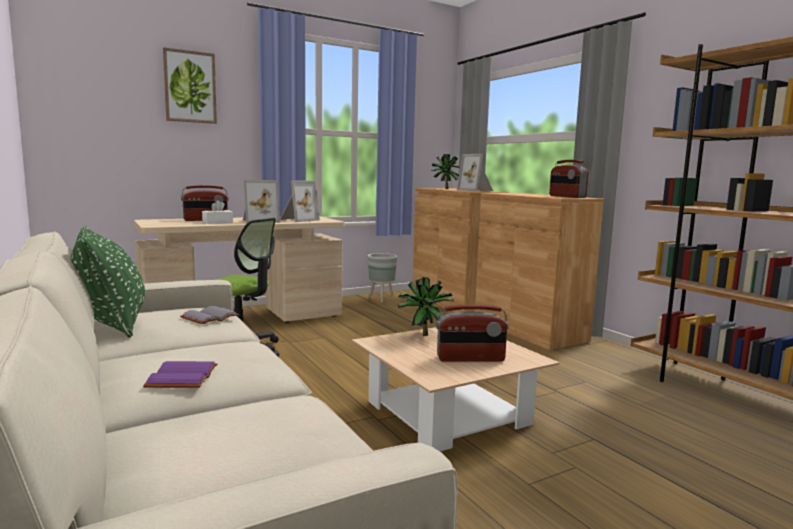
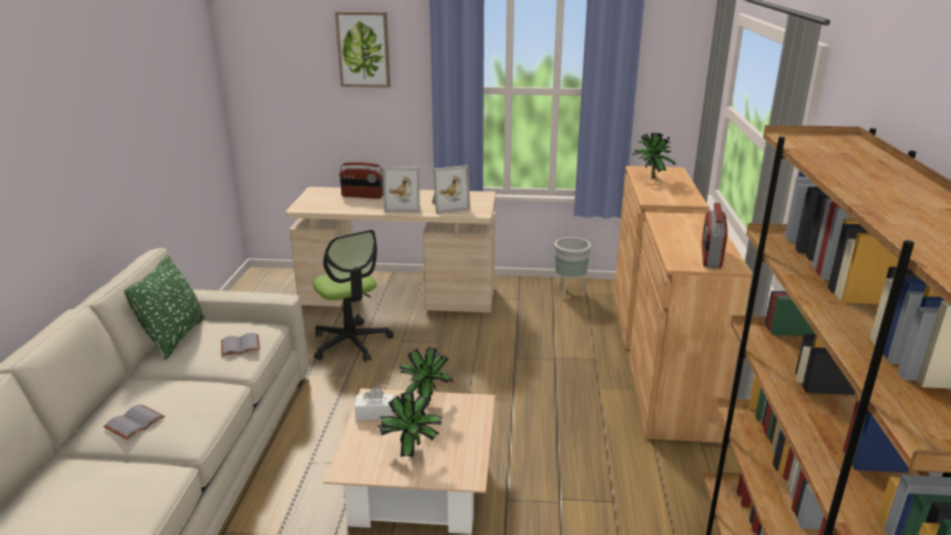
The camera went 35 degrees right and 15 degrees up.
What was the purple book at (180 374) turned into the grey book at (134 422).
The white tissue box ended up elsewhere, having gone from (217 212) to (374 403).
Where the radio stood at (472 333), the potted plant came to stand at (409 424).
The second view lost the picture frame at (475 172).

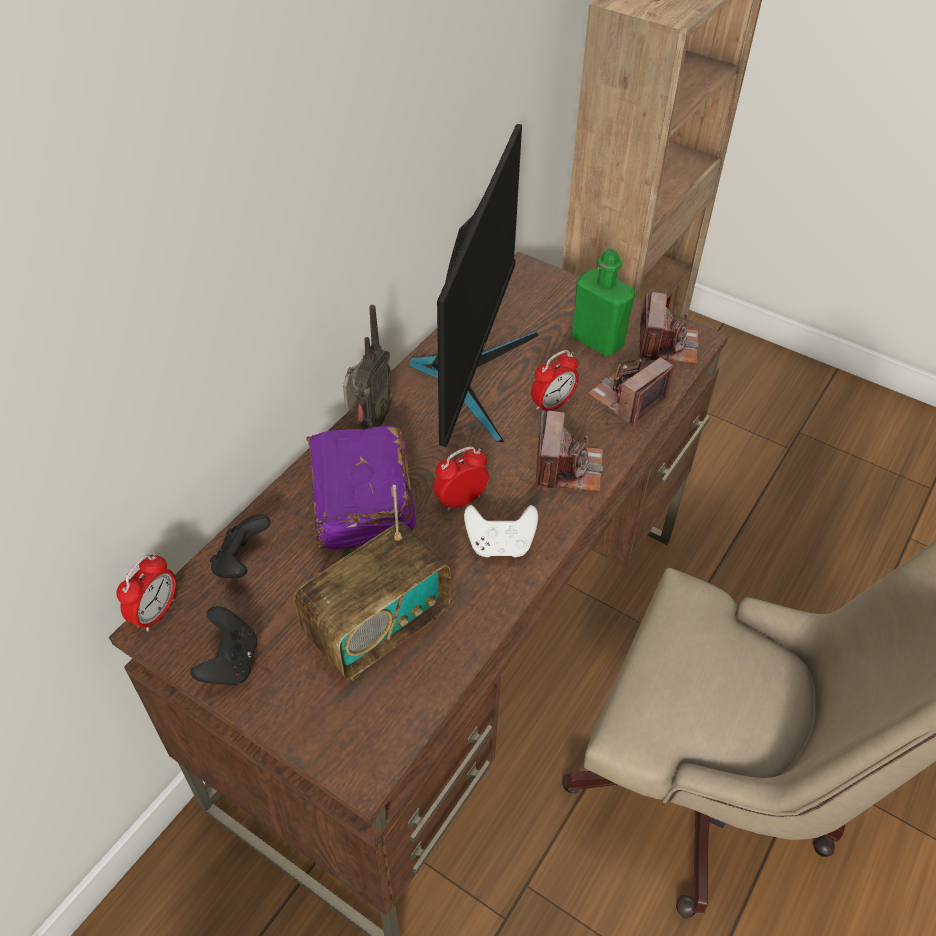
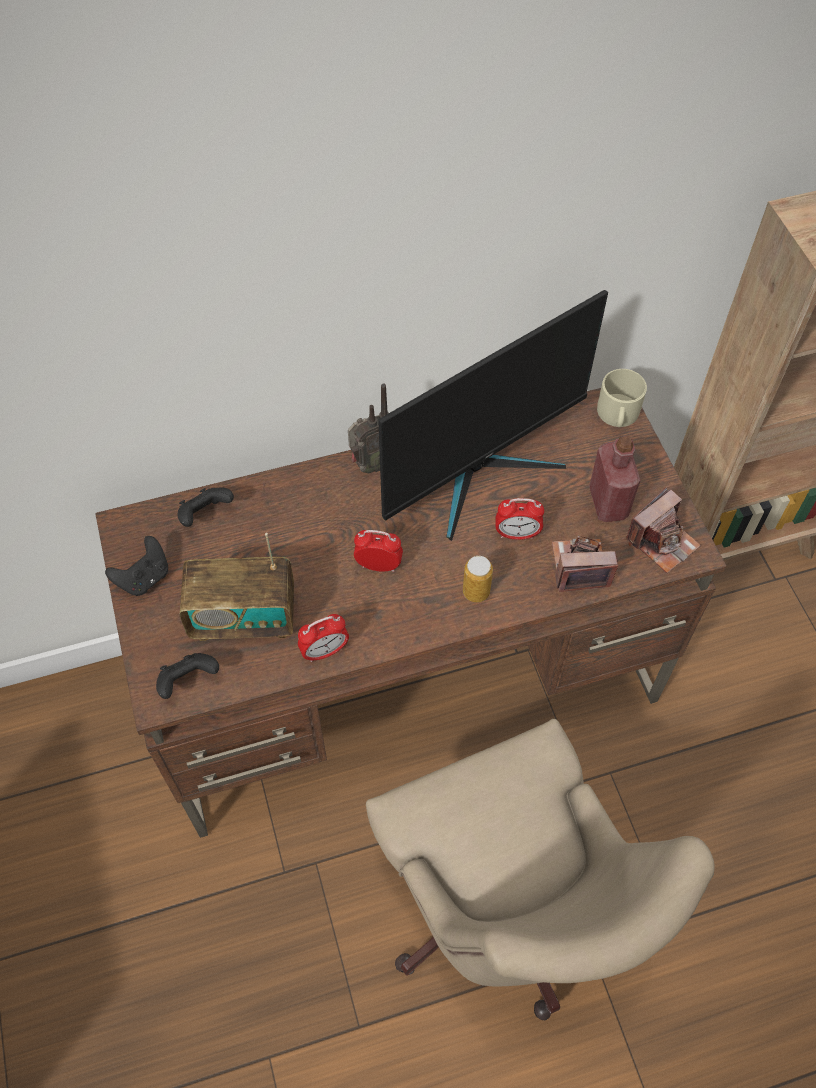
The camera went 40 degrees right and 10 degrees up.
The second view gained the black game controller at (187 676).
The alarm clock ended up elsewhere, having gone from (146 592) to (323 638).
Where the photo camera stood at (569 451), the can came to stand at (478 579).
What was the green bottle at (603 302) turned into the red bottle at (615 479).
The second view gained the beige mug at (622 398).
The second view lost the purple book at (361 488).
The second view lost the white game controller at (501 531).

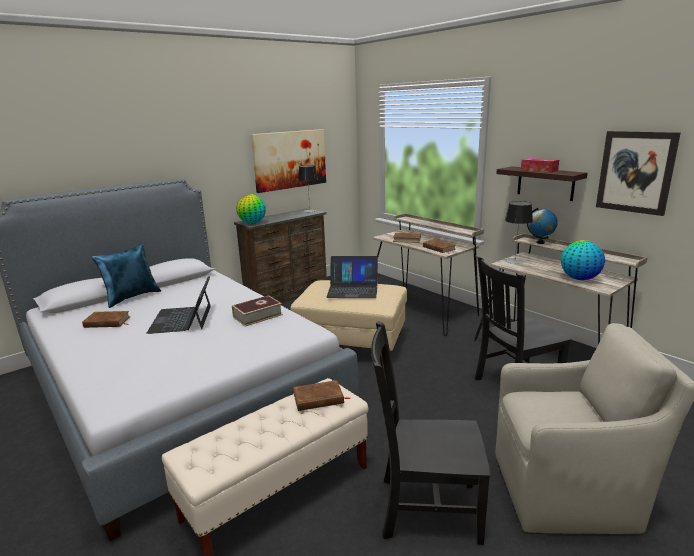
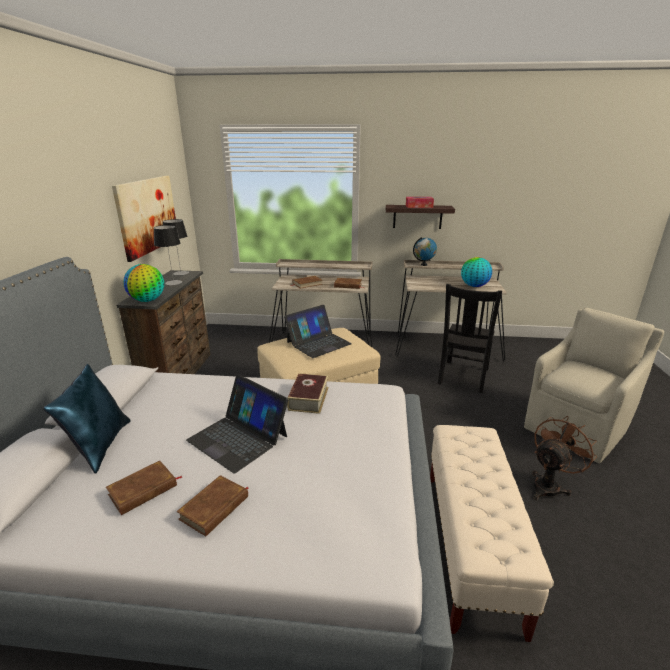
The camera went 45 degrees left and 5 degrees up.
The table lamp ended up elsewhere, having gone from (519 232) to (168 255).
The brown book ended up elsewhere, having gone from (322 395) to (213 506).
Where the black chair stood at (431 433), the brown fan came to stand at (564 458).
The second view lost the picture at (638 173).

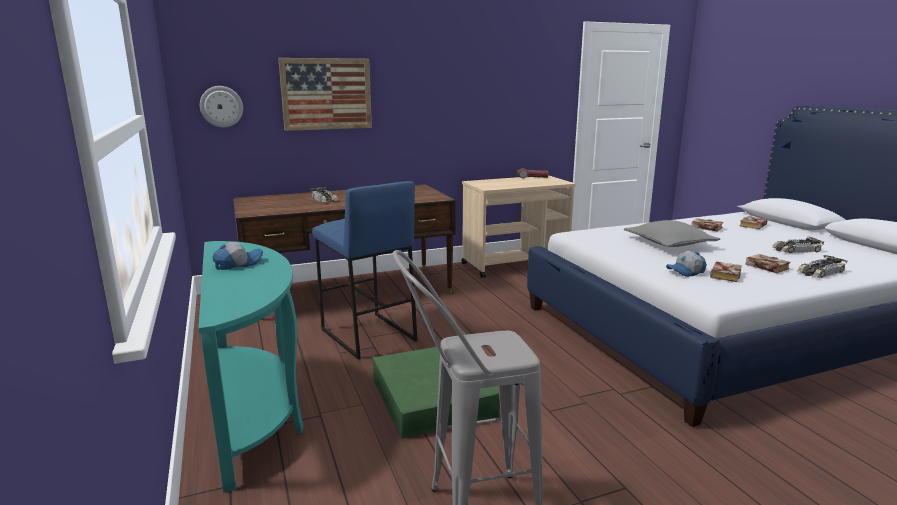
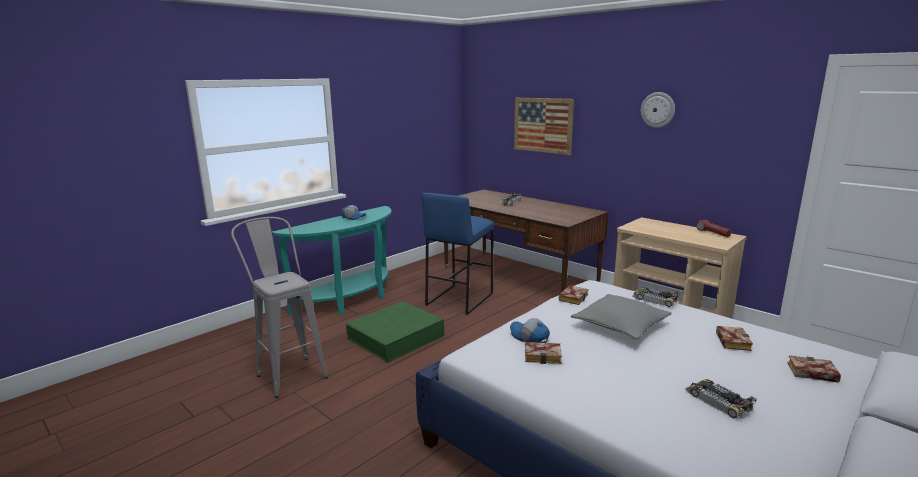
The camera went 65 degrees right and 0 degrees up.
The book ended up elsewhere, having gone from (768 263) to (574 295).
The toy car ended up elsewhere, having gone from (822 266) to (656 297).
The wall clock ended up elsewhere, having gone from (221 106) to (658 110).

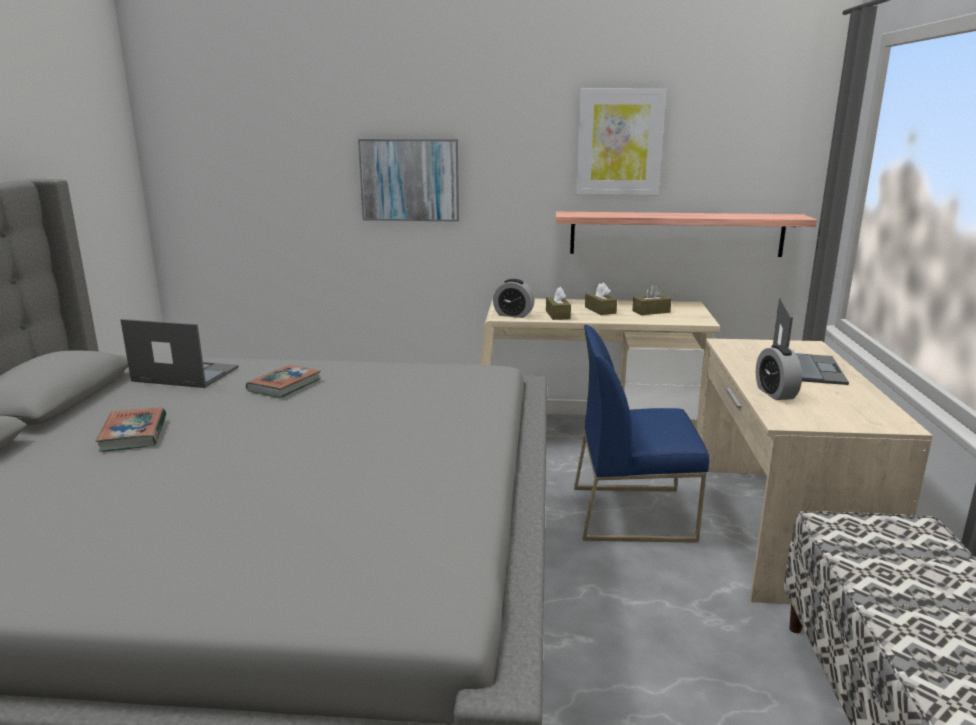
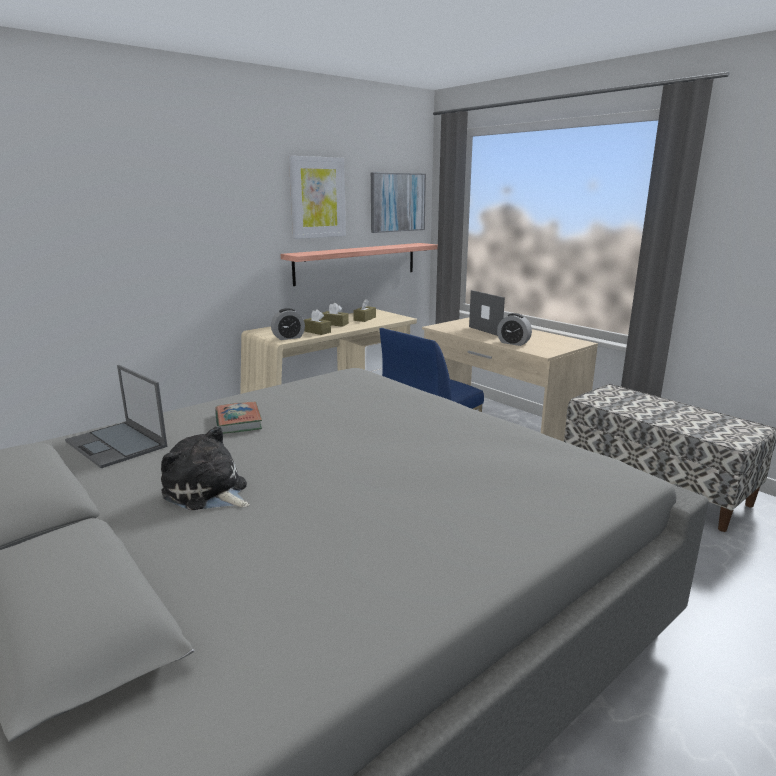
The camera went 45 degrees left and 0 degrees up.
The laptop at (180 353) ended up facing another way, 105 degrees counterclockwise from before.
Where the book stood at (130 430), the plush toy came to stand at (205 468).
The picture ended up elsewhere, having gone from (408 180) to (398 203).

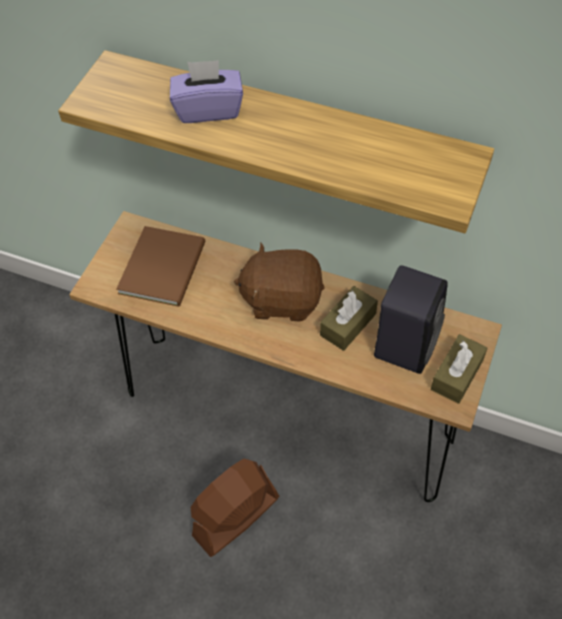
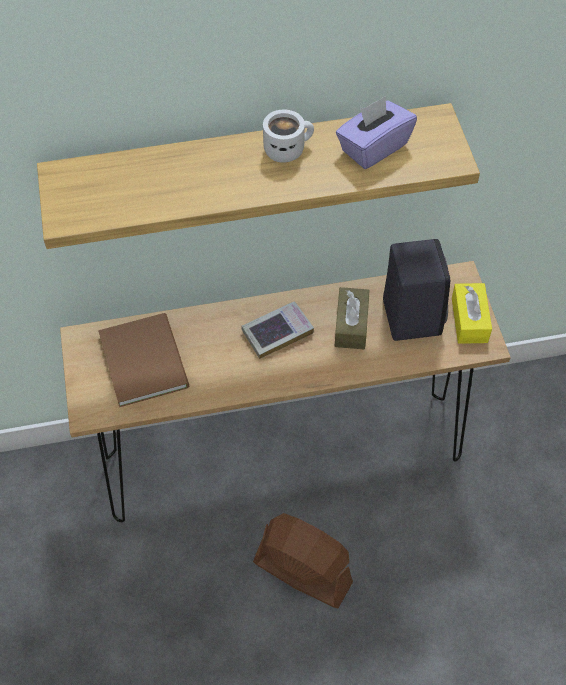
The camera went 35 degrees left and 0 degrees up.
Where the brown plush toy stood at (279 282), the book came to stand at (277 330).
The brown fan at (234 507) ended up facing another way, 105 degrees clockwise from before.
The second view gained the white mug at (288 136).
The purple tissue box ended up elsewhere, having gone from (206 91) to (376 133).
What was the brown tissue box at (459 369) turned into the yellow tissue box at (472 313).

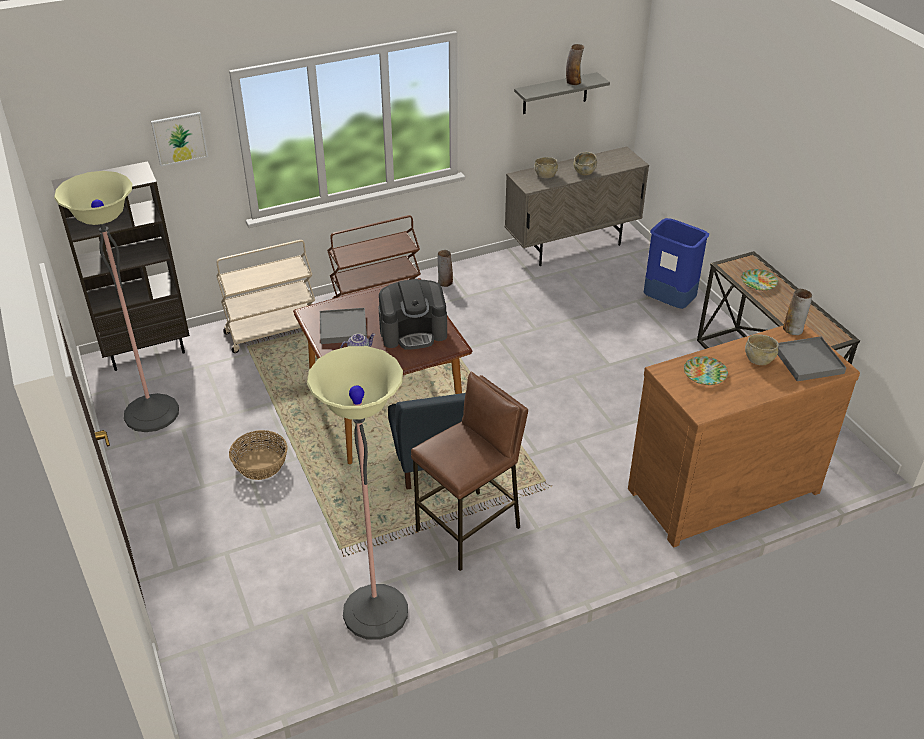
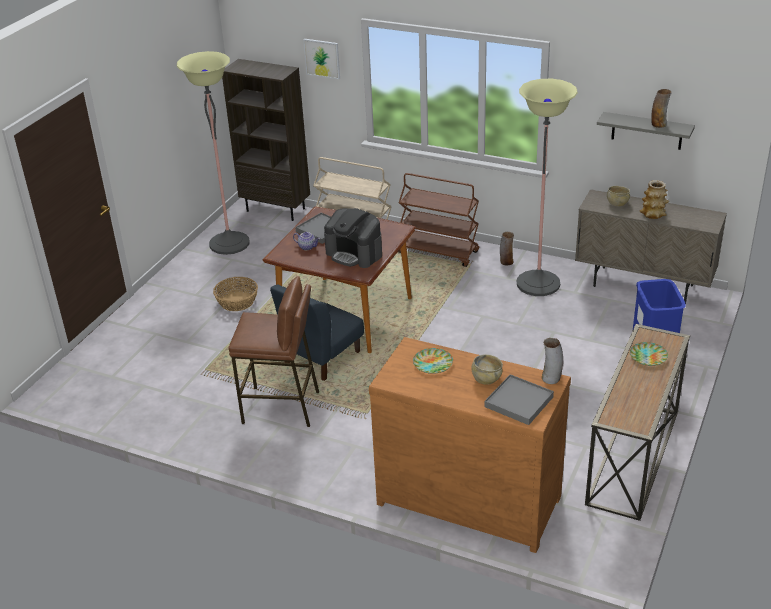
The camera went 50 degrees right and 5 degrees down.
The floor lamp ended up elsewhere, having gone from (357 493) to (547 187).
Where the beige bowl stood at (585 163), the vase came to stand at (654 199).

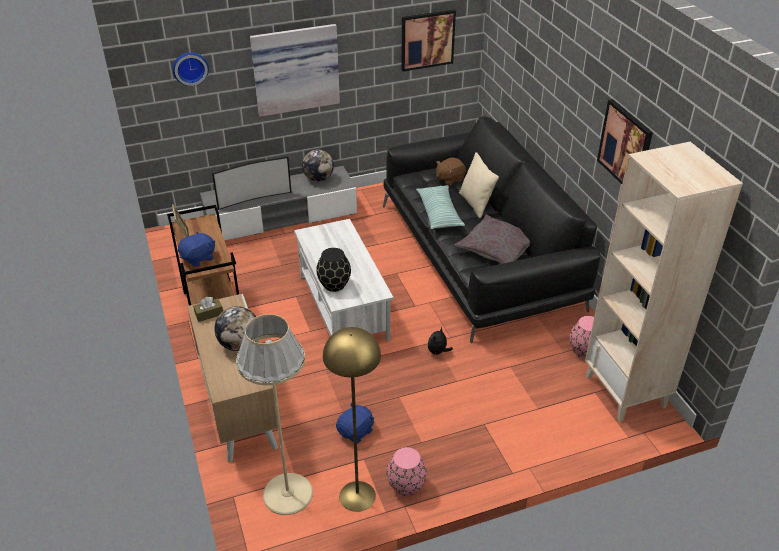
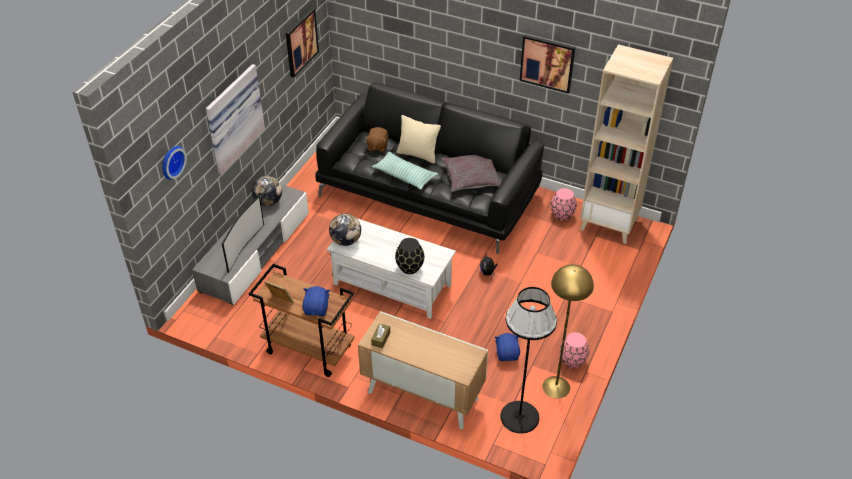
The camera went 45 degrees left and 5 degrees up.
The globe ended up elsewhere, having gone from (235 328) to (345 230).
What was the beige floor lamp at (274 414) turned into the black floor lamp at (528 360).

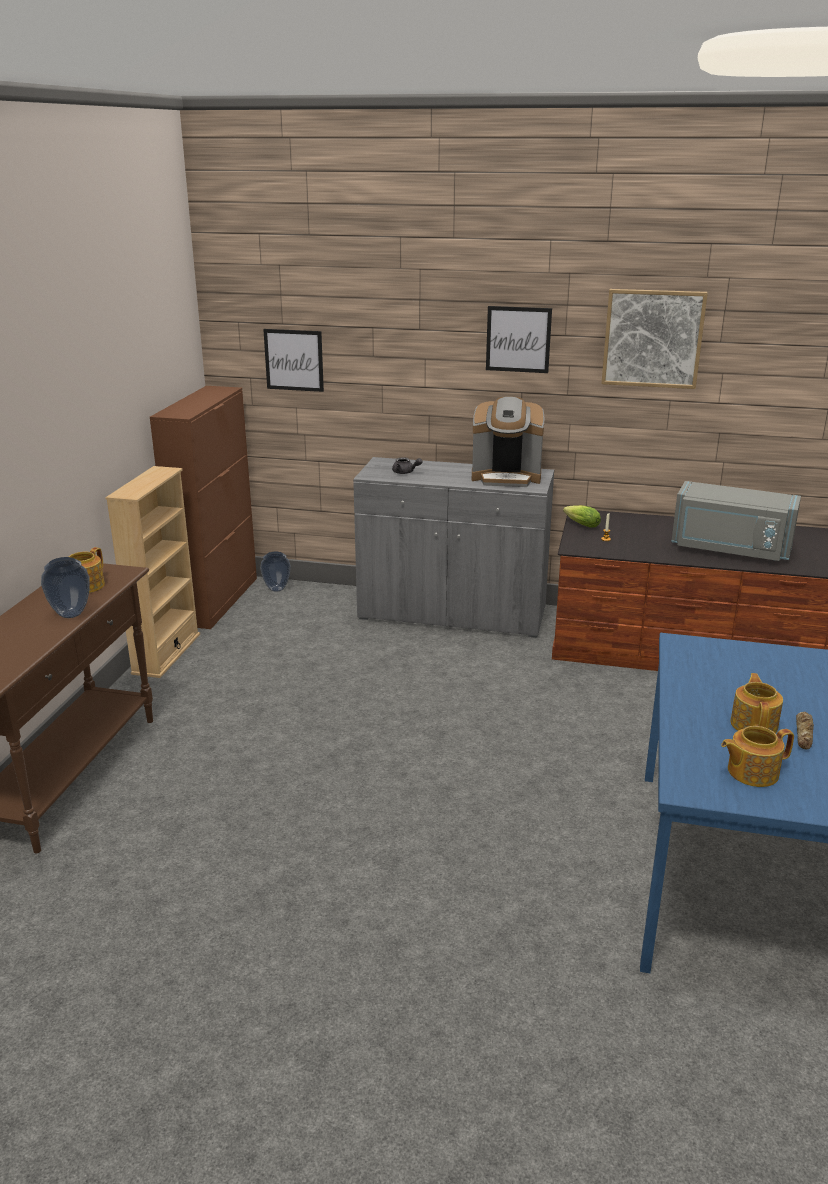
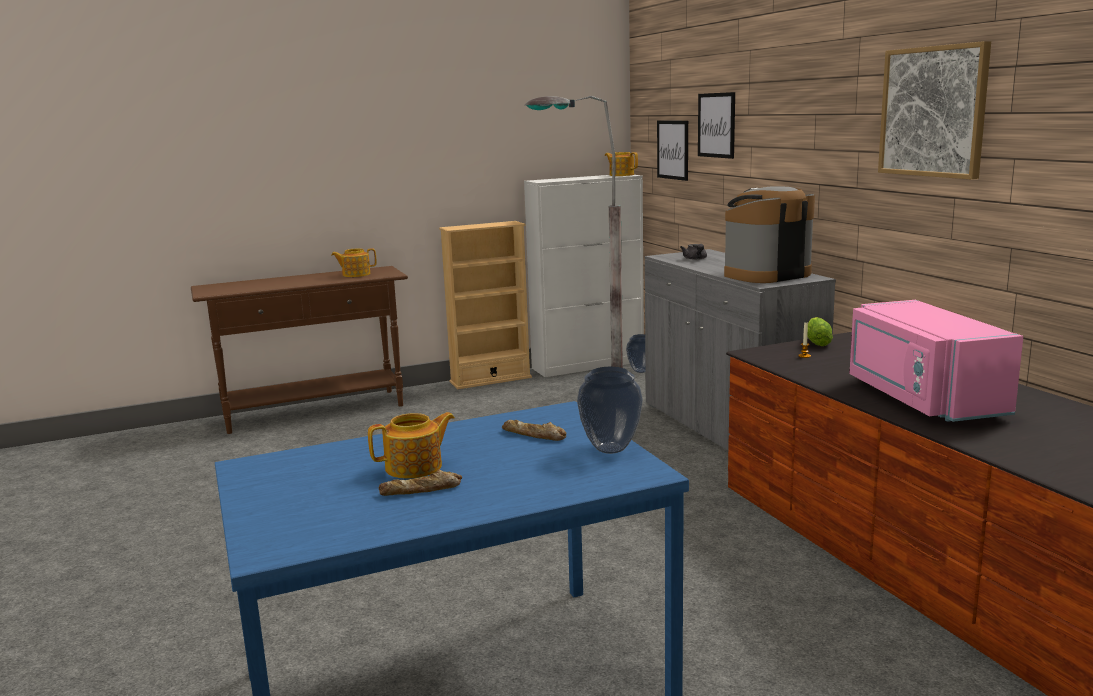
The camera went 55 degrees right and 10 degrees down.
The second view gained the bread at (534 430).
What was the brown cabinet at (203 507) turned into the white cabinet at (584 276).
The second view gained the grey floor lamp at (574 232).
The vase ended up elsewhere, having gone from (65 587) to (610 410).
The teapot ended up elsewhere, having gone from (757 756) to (621 164).
The picture ended up elsewhere, having gone from (519 339) to (716 125).
The coffee machine at (508 442) ended up facing another way, 90 degrees clockwise from before.
What was the grey microwave at (736 521) turned into the pink microwave at (936 361).

